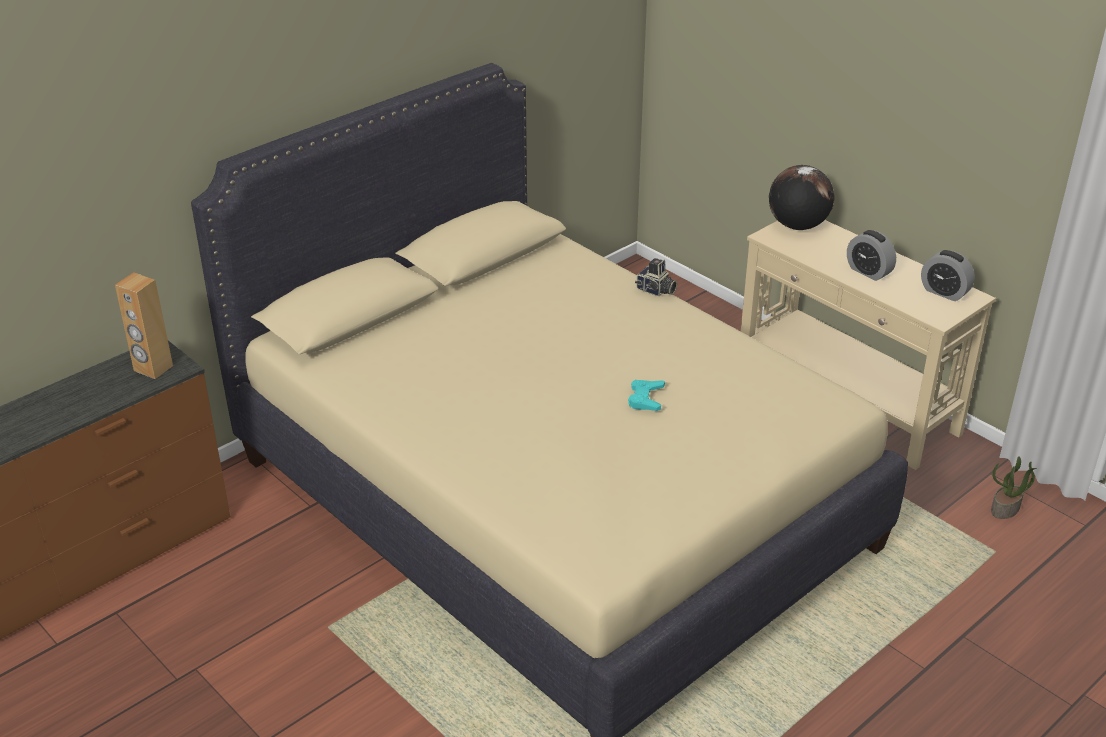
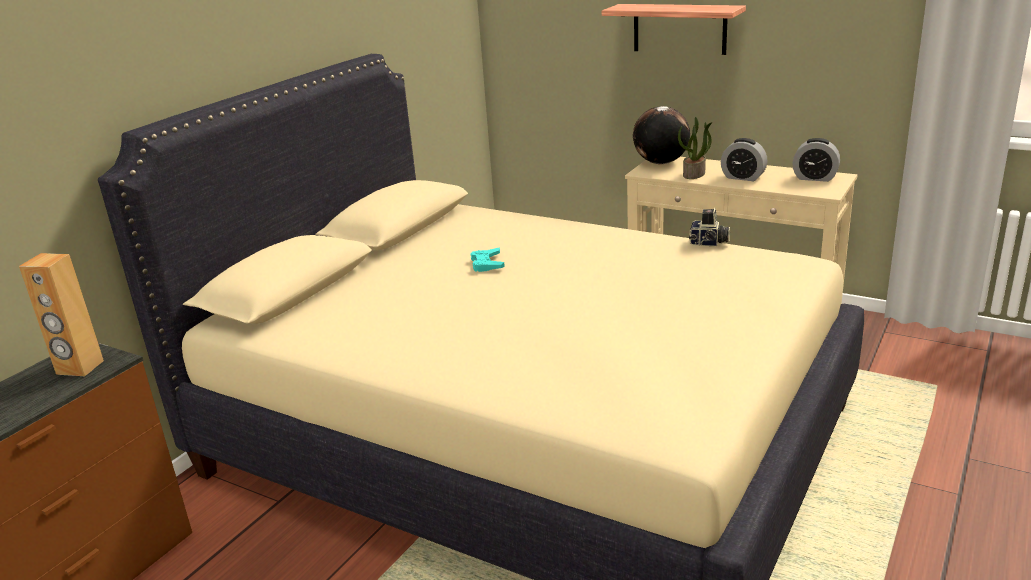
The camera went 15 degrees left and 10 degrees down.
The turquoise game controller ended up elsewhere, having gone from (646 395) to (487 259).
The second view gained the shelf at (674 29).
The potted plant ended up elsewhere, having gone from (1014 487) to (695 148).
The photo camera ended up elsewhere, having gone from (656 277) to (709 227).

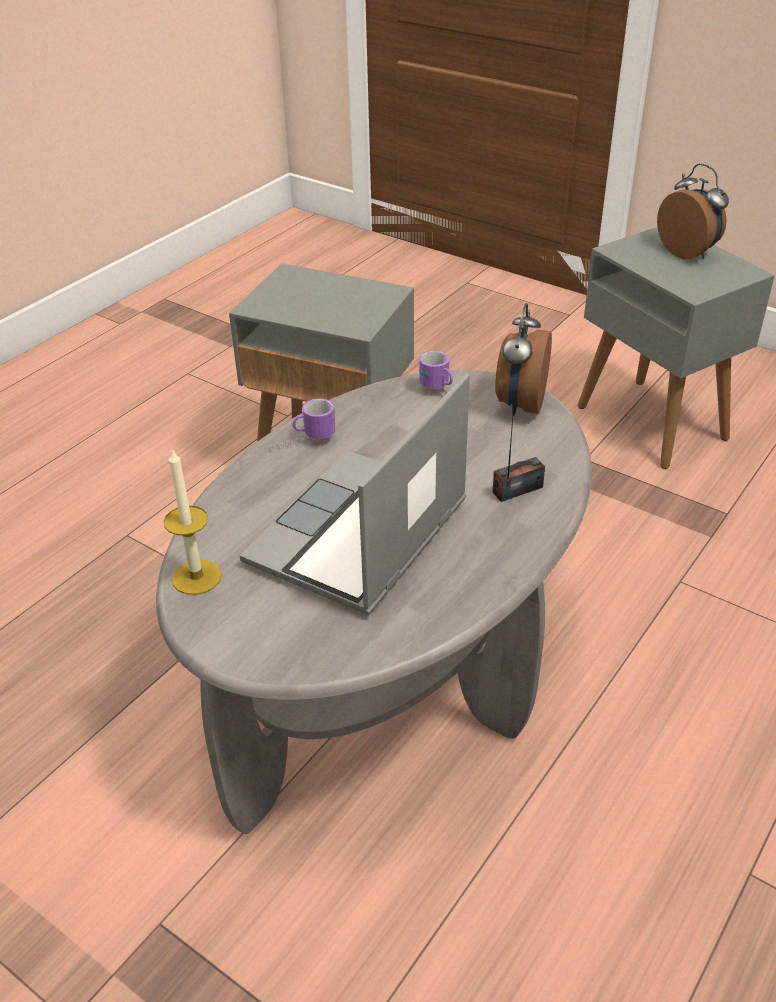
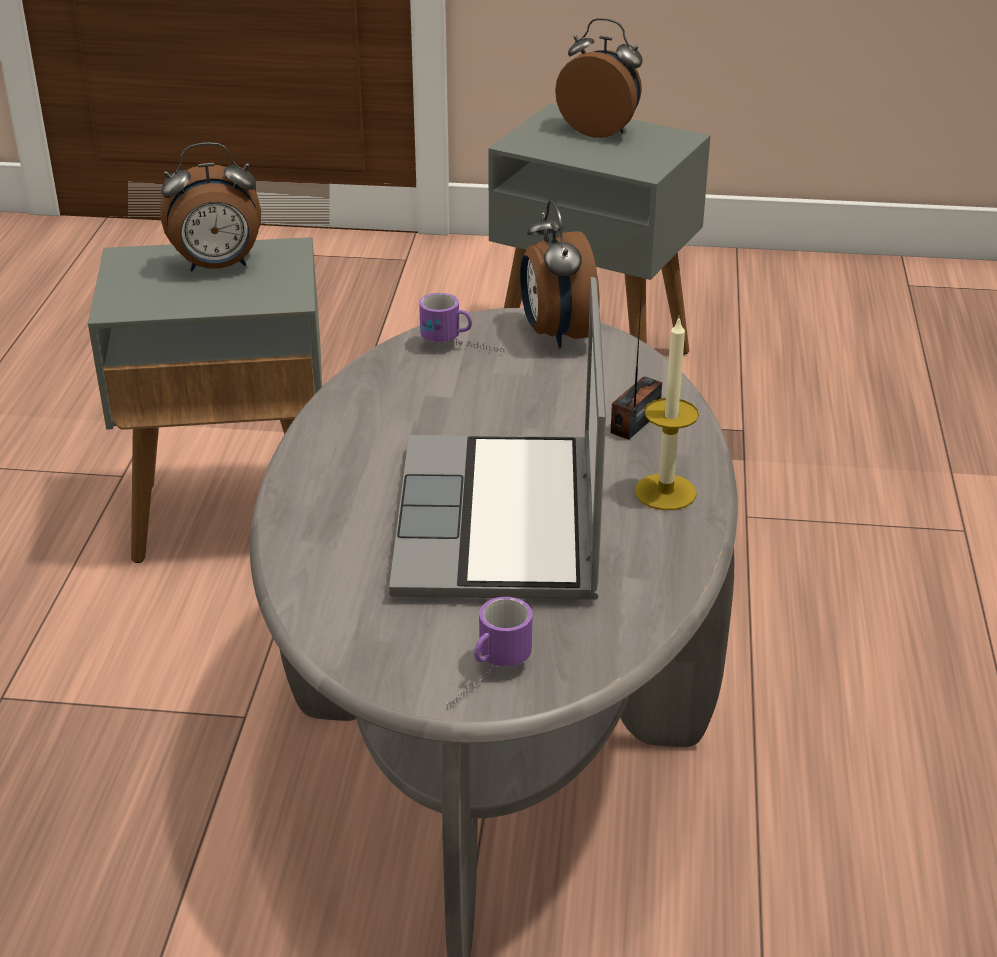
The camera went 30 degrees left and 5 degrees down.
The second view gained the alarm clock at (210 207).
The mug ended up elsewhere, having gone from (302 424) to (490 653).
The candle ended up elsewhere, having gone from (193 522) to (667 414).

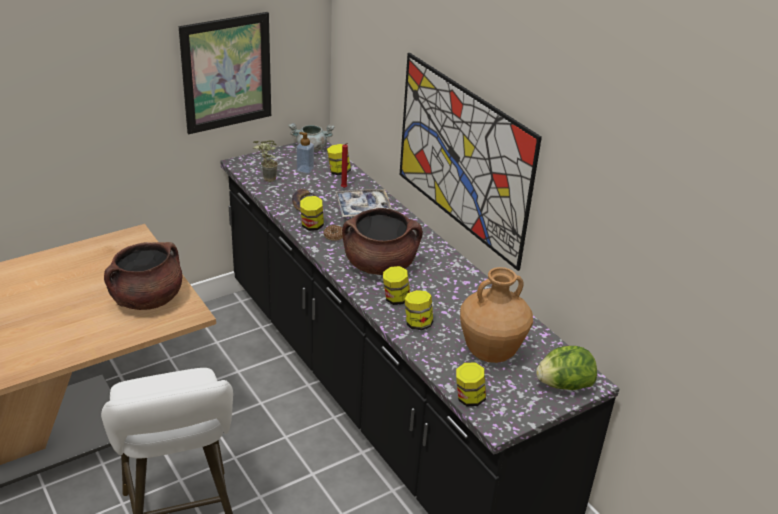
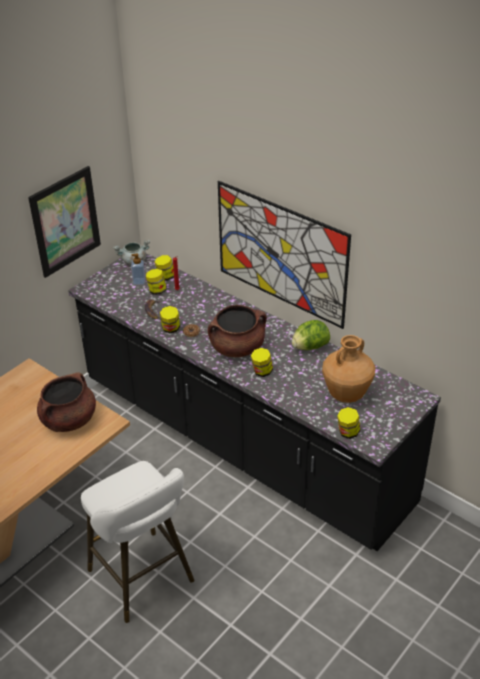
The camera went 15 degrees left and 5 degrees up.
The jar ended up elsewhere, having gone from (419 310) to (156 282).
The lettuce ended up elsewhere, having gone from (566 368) to (311 335).
The second view lost the potted plant at (265 161).
The second view lost the tray at (364 203).

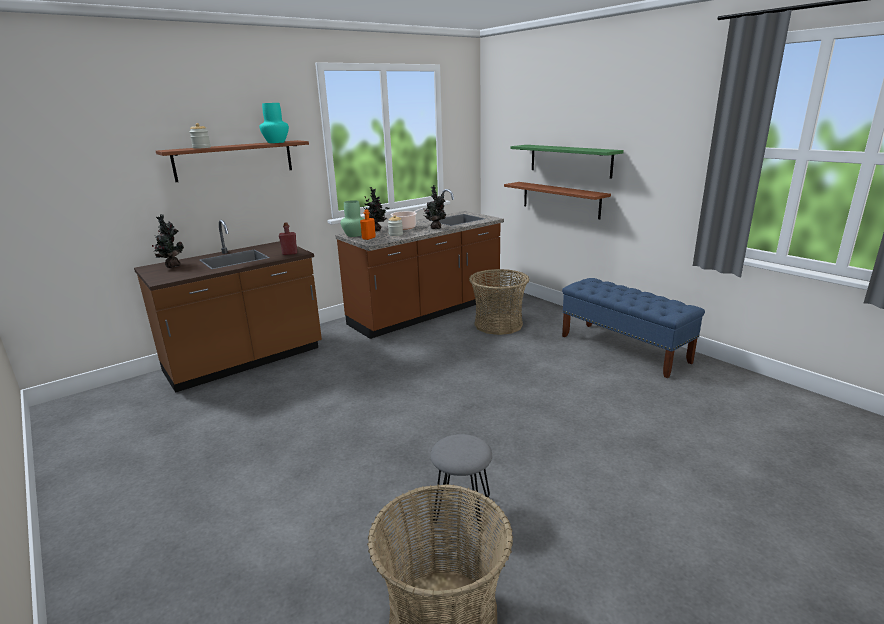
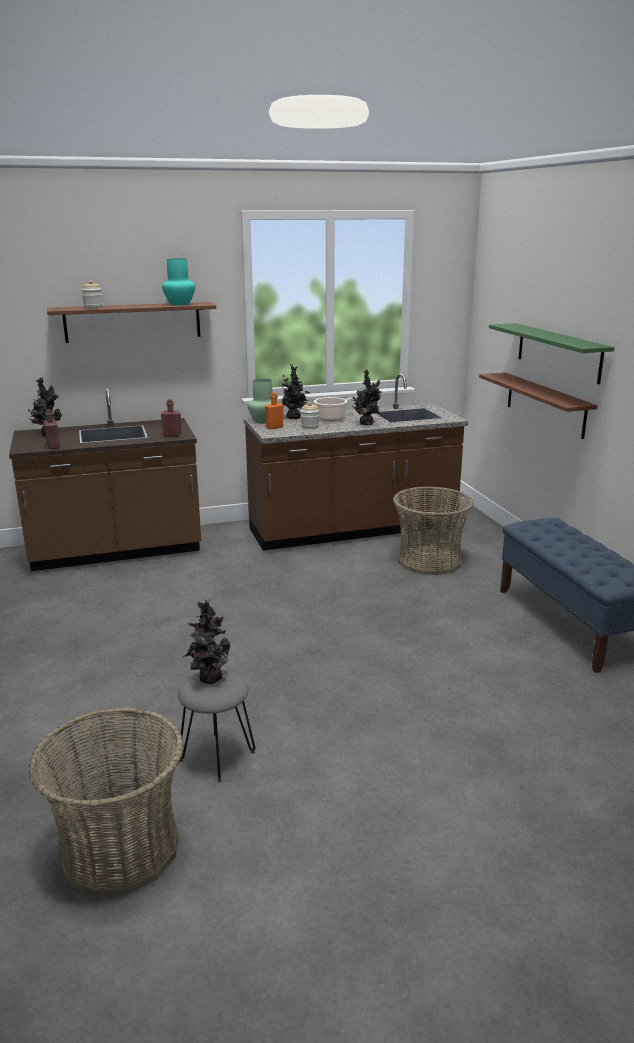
The camera went 20 degrees right and 0 degrees up.
The second view gained the red bottle at (52 429).
The second view gained the potted plant at (207 642).

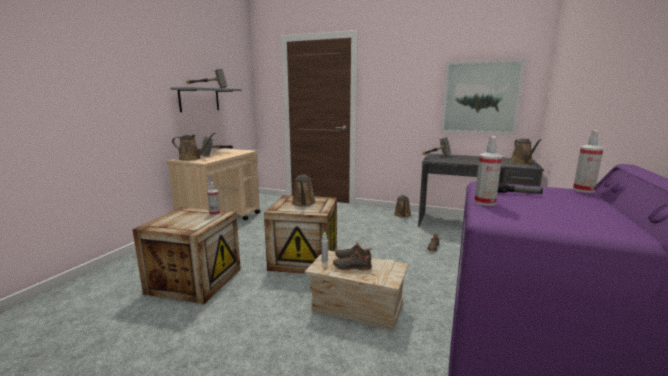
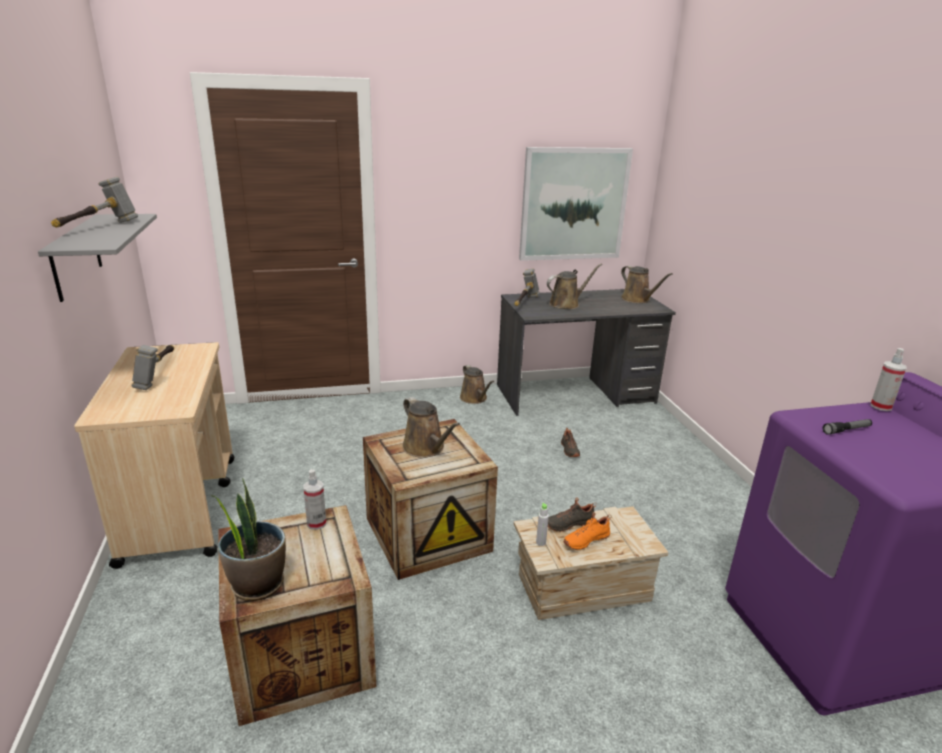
The camera went 35 degrees left and 10 degrees up.
The second view gained the potted plant at (248 539).
The brown watering can ended up elsewhere, having gone from (194 147) to (574 286).
What was the black shoe at (352 259) turned into the orange shoe at (587 531).
The second view lost the spray bottle at (488 171).

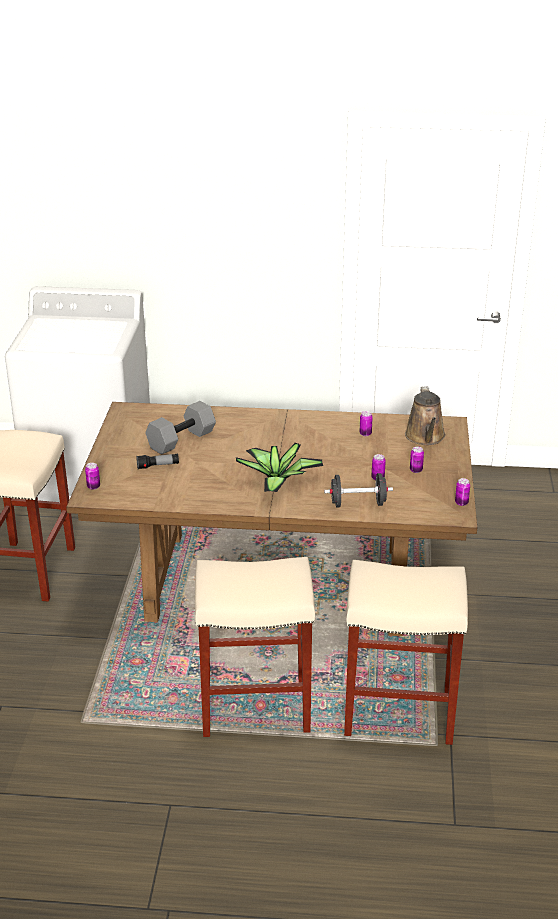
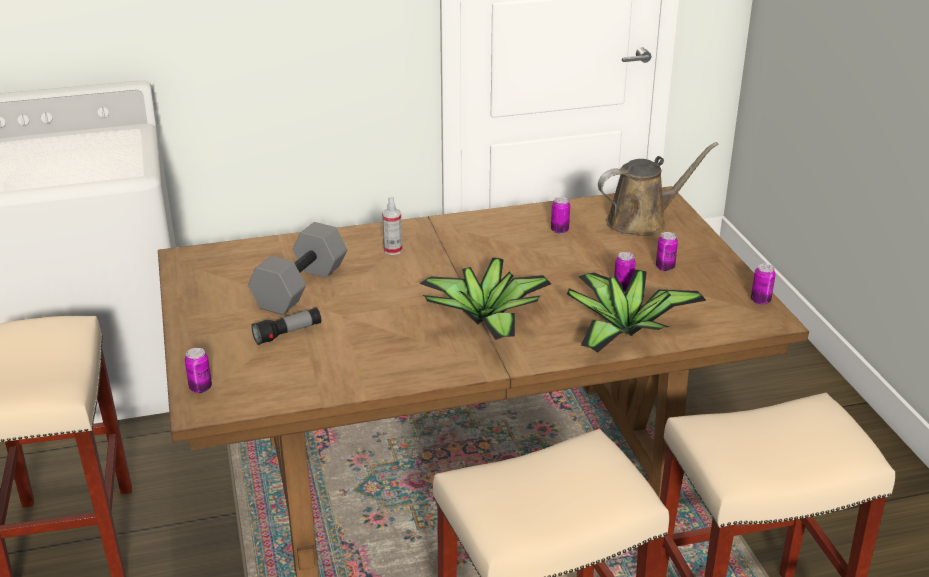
The camera went 20 degrees left and 0 degrees up.
The second view gained the spray bottle at (392 225).
Where the black dumbbell stood at (358 490), the potted plant came to stand at (637 311).
The brown watering can at (425 415) ended up facing another way, 90 degrees counterclockwise from before.

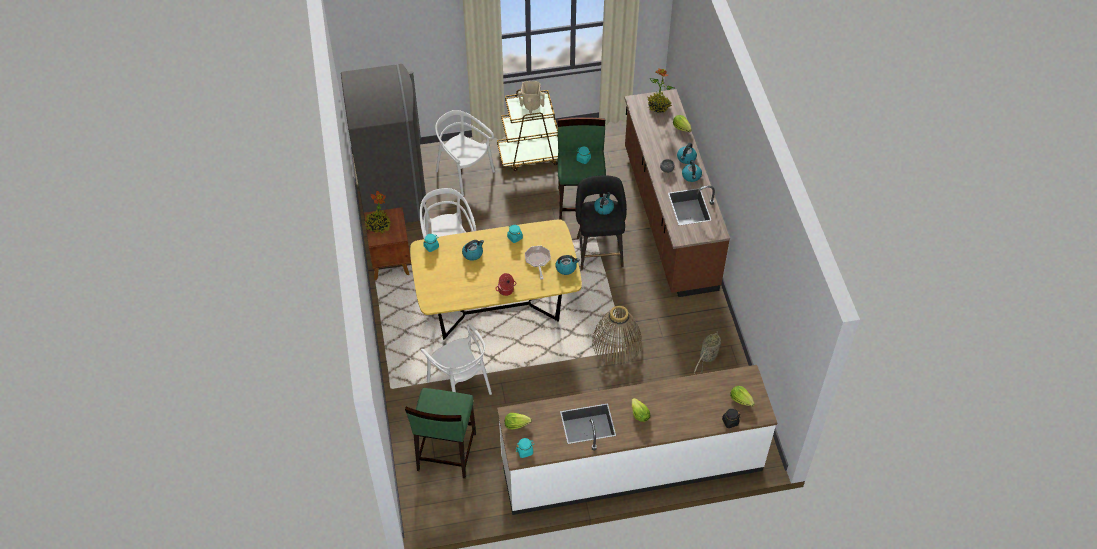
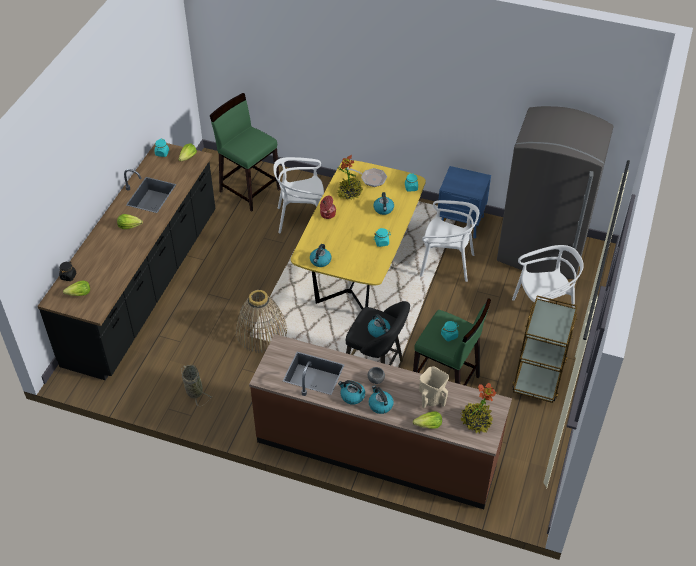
The camera went 120 degrees right and 5 degrees down.
What was the white counter at (637 440) turned into the black counter at (126 261).
The potted plant ended up elsewhere, having gone from (378 212) to (350 177).
The frying pan ended up elsewhere, having gone from (538 263) to (367 177).
The beige vase ended up elsewhere, having gone from (531 97) to (434 387).
What was the brown nightstand at (387 243) turned into the blue nightstand at (464 202).

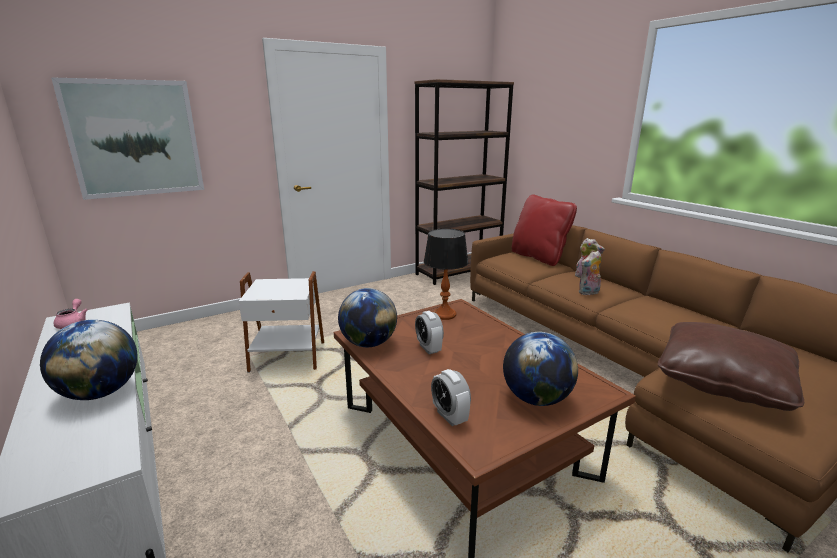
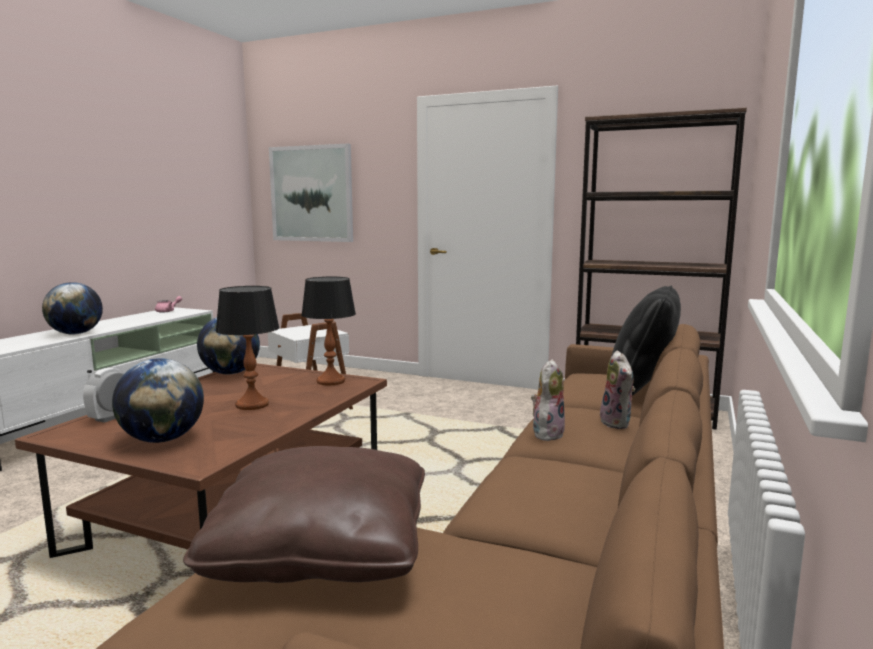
The camera went 55 degrees right and 10 degrees down.
The second view gained the table lamp at (248 348).
The plush toy at (590 273) ended up facing another way, 90 degrees clockwise from before.
What was the red pillow at (544 230) turned into the black pillow at (646 340).
The second view lost the alarm clock at (429 332).

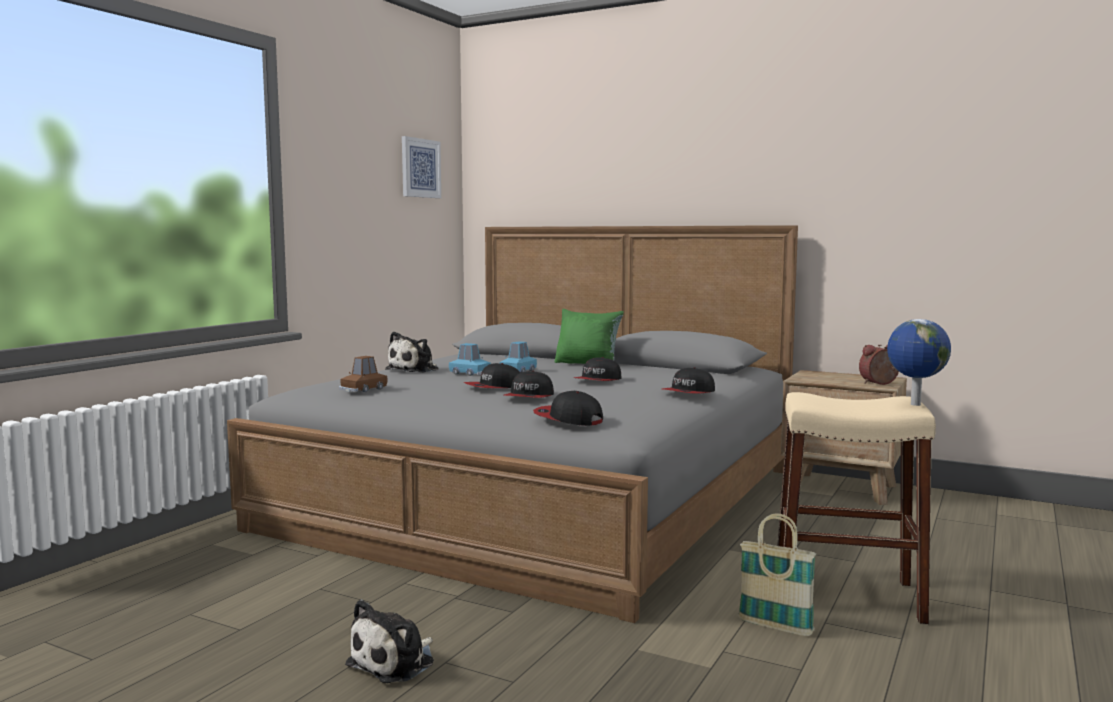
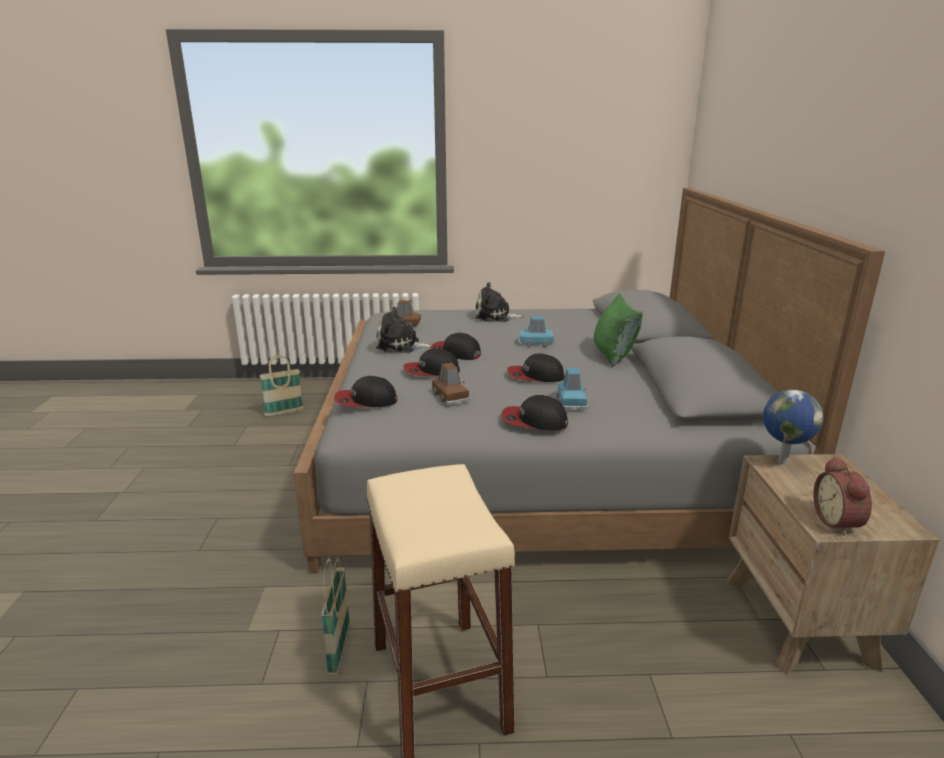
The camera went 60 degrees right and 15 degrees up.
The second view gained the basket at (281 385).
The cap at (568 408) ended up facing another way, 105 degrees counterclockwise from before.
The plush toy ended up elsewhere, having gone from (389 641) to (403 330).
The second view gained the brown toy car at (451 384).
The blue toy car ended up elsewhere, having gone from (470 359) to (572 389).
The globe ended up elsewhere, having gone from (919 362) to (793 427).
The alarm clock at (879 365) ended up facing another way, 135 degrees counterclockwise from before.
The second view lost the picture at (421 167).

